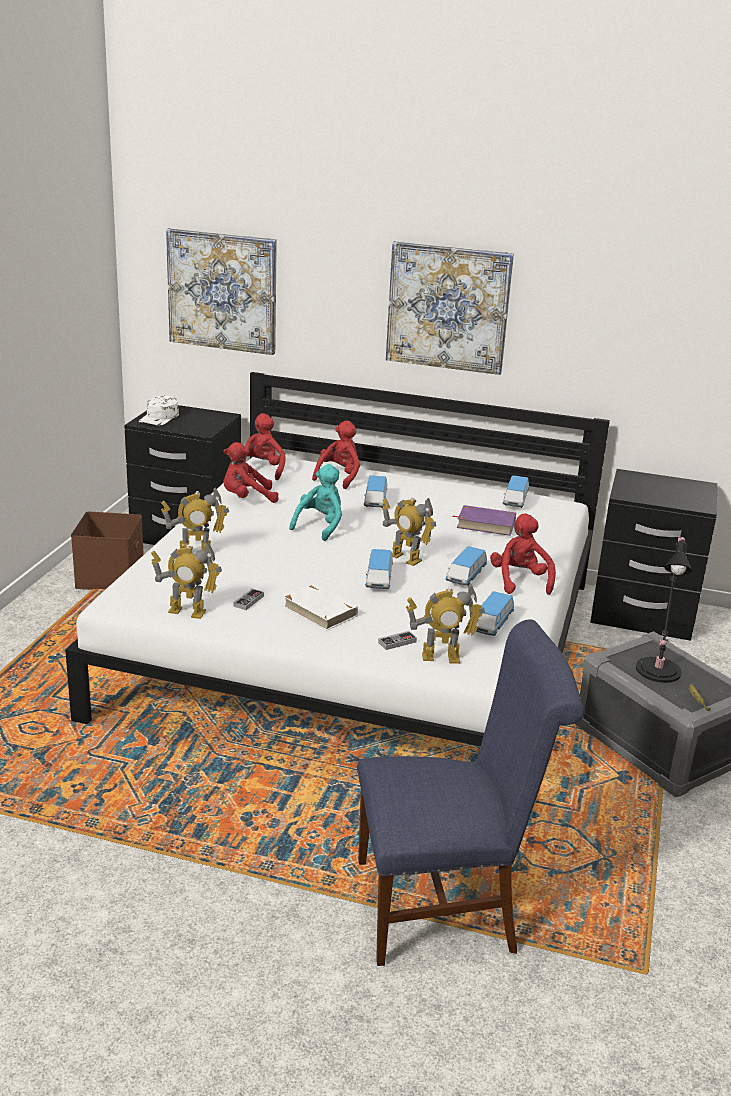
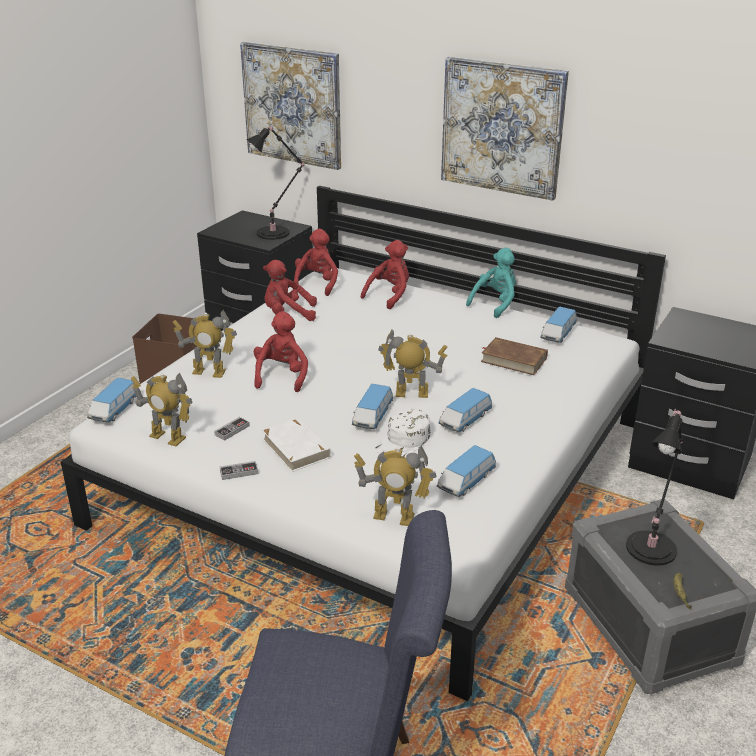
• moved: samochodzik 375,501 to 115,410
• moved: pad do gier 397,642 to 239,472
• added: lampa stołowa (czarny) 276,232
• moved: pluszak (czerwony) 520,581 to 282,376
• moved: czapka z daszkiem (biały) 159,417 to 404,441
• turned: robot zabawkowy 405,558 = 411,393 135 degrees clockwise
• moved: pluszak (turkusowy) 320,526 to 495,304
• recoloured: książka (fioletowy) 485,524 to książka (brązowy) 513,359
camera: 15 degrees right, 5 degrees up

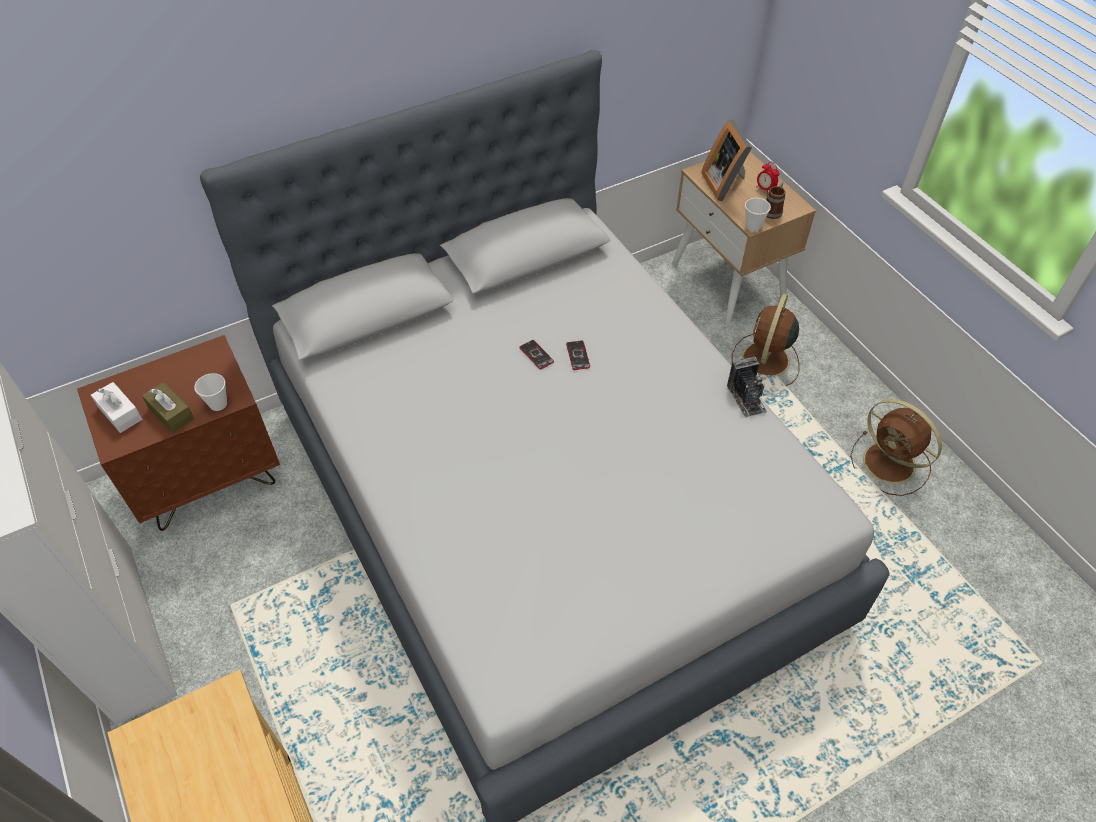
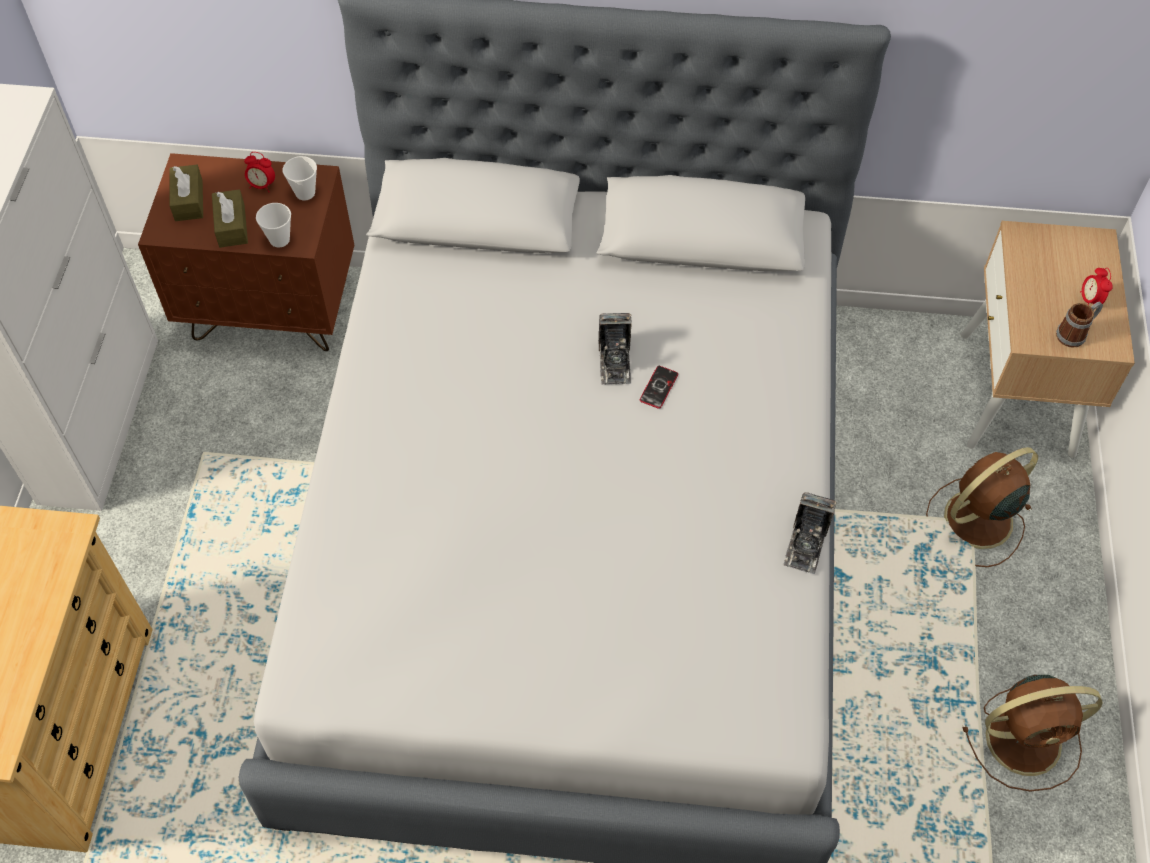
• recoloured: pudełko chusteczek (biały) 120,413 to pudełko chusteczek (brązowy) 188,200
• added: budzik 262,186
• moved: filiżanka 753,226 to 305,193
• replaced: telefon 536,355 to aparat fotograficzny 615,362
• turned: wentylator (brązowy) 891,464 = 1027,739 90 degrees counterclockwise
• removed: ramka na zdjęcie 725,183
camera: 35 degrees right, 5 degrees up

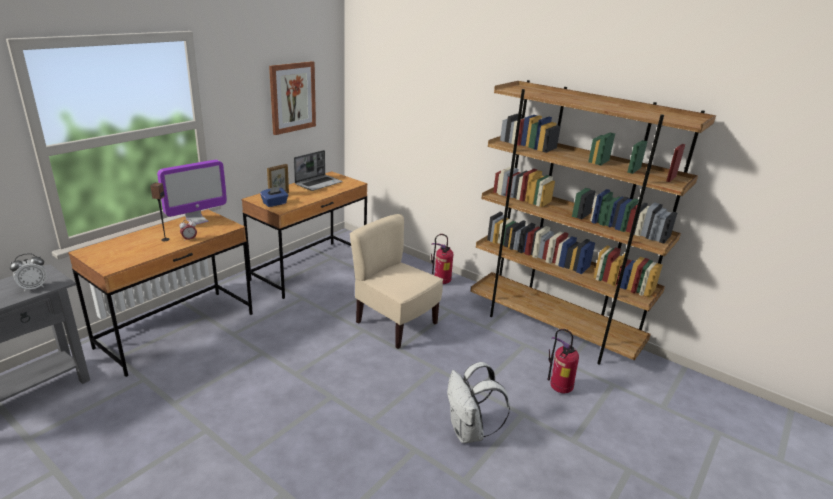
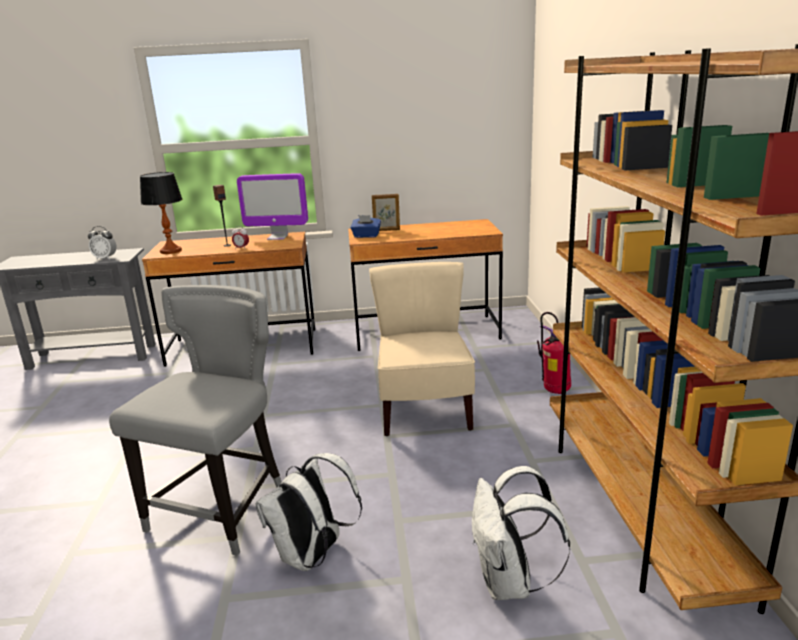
• added: krzesło (szary) 223,508
• added: lampa stołowa 170,251
• replaced: gaśnica 558,389 to plecak (biały) 509,583
• removed: obraz 292,97
• removed: laptop 318,183
camera: 50 degrees right, 5 degrees down

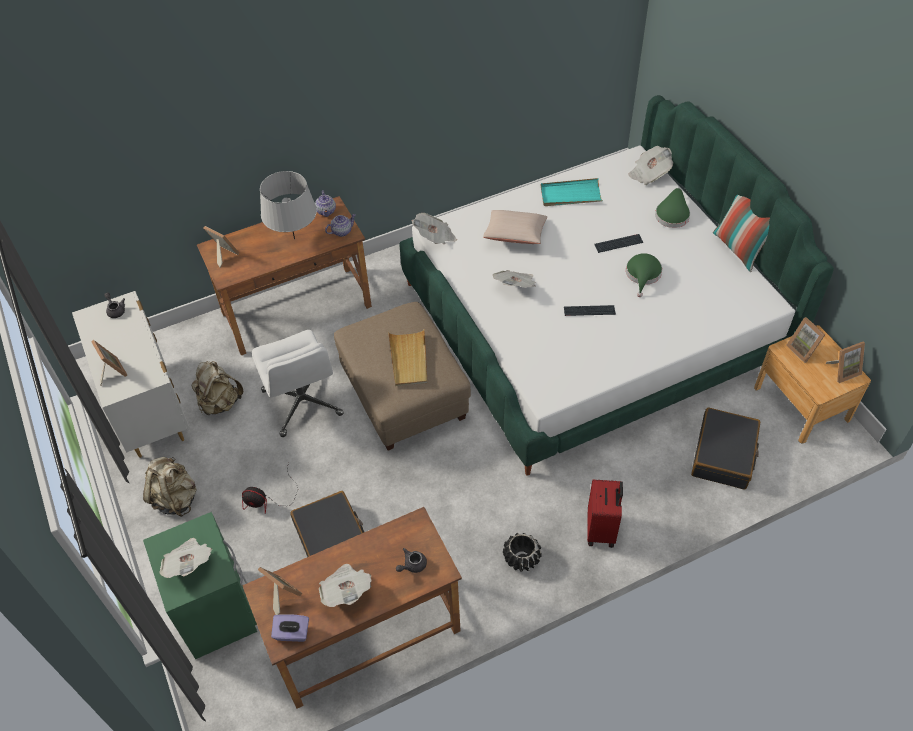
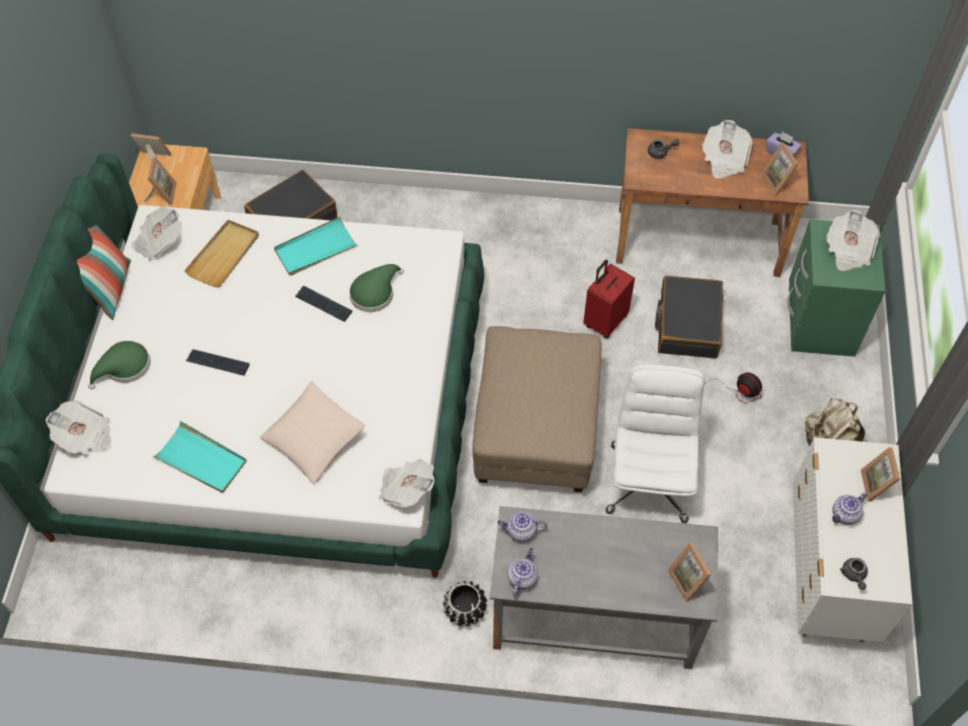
• moved: gazeta 516,286 to 158,242
• moved: taca (beżowy) 409,359 to 224,255
• added: taca (turkusowy) 315,249
• moved: kapelusz (zielony) 643,275 to 374,292
• moved: donica (czarny) 521,558 to 465,609
• recoloured: biurko (brązowy) 296,309 to biurko (szary) 594,618
• moved: walizka (czerwony) 602,530 to 604,321
• added: imbryk 844,515
• removed: plecak (beżowy) 220,403
• removed: lampa stołowa (szary) 294,238
camera: 150 degrees left, 5 degrees up

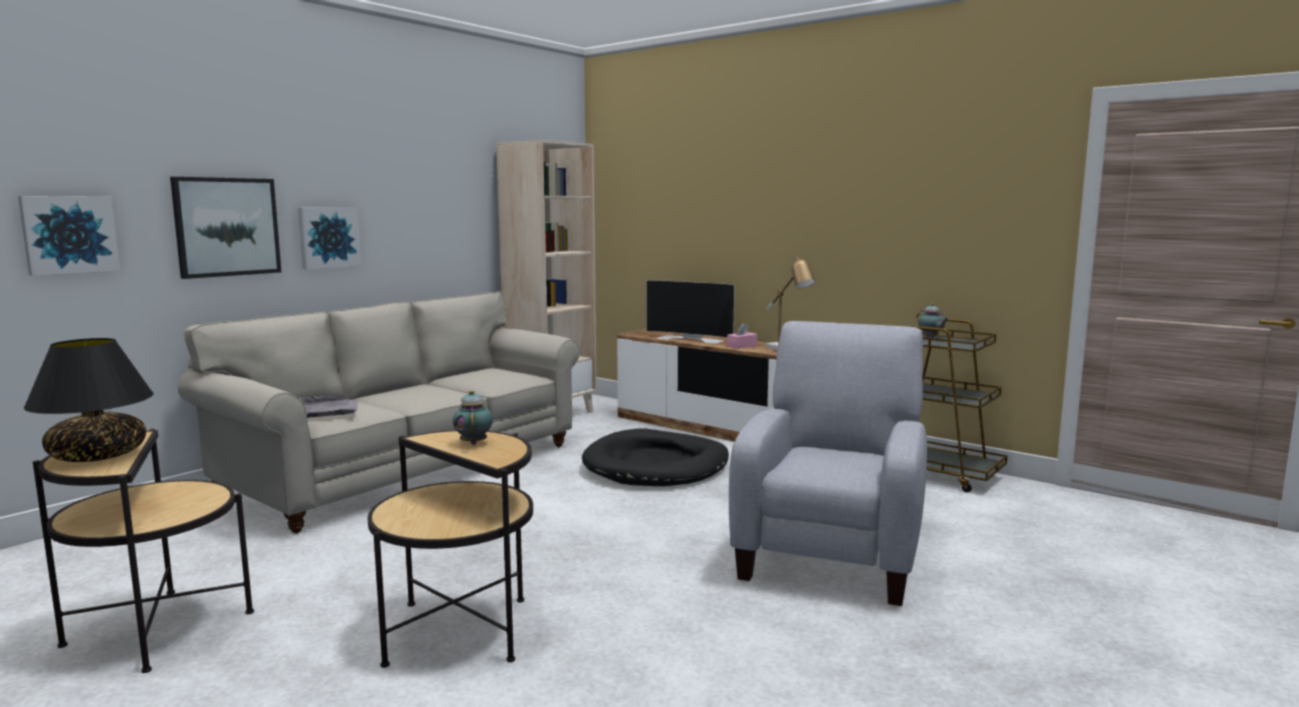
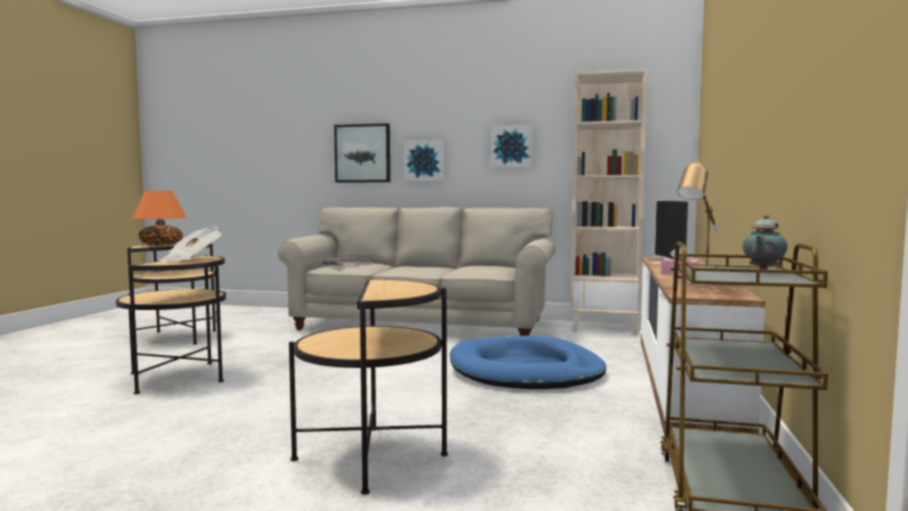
• recoloured: lampa stołowa (czarny) 97,456 to lampa stołowa (pomarańczowy) 161,245
• replaced: imbryk 474,443 to gazeta 191,260
• replaced: fotel (szary) 832,551 to stolik 369,457
• recoloured: legowisko (czarny) 656,465 to legowisko (niebieski) 526,371
• moved: obraz 69,234 to 512,146
camera: 65 degrees right, 5 degrees down

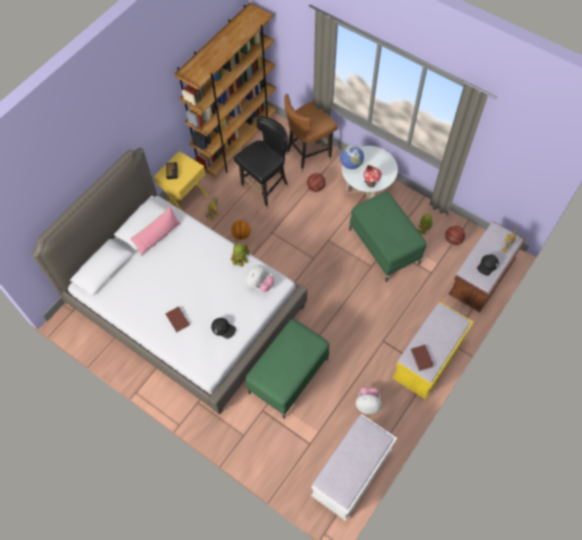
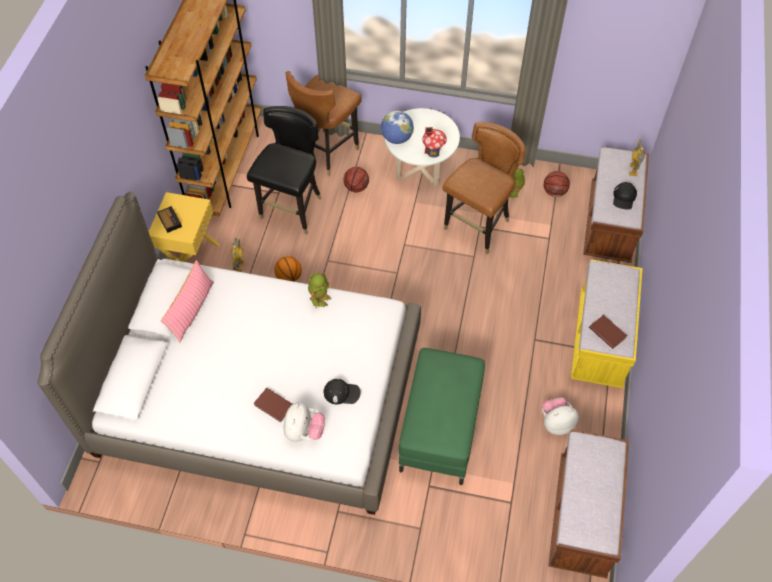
• moved: pluszak 260,284 to 304,431
• replaced: pufa (zielony) 384,246 to krzesło (brązowy) 477,227
• recoloured: ławka (biały) 351,473 to ławka (brązowy) 582,517
camera: 25 degrees left, 5 degrees down

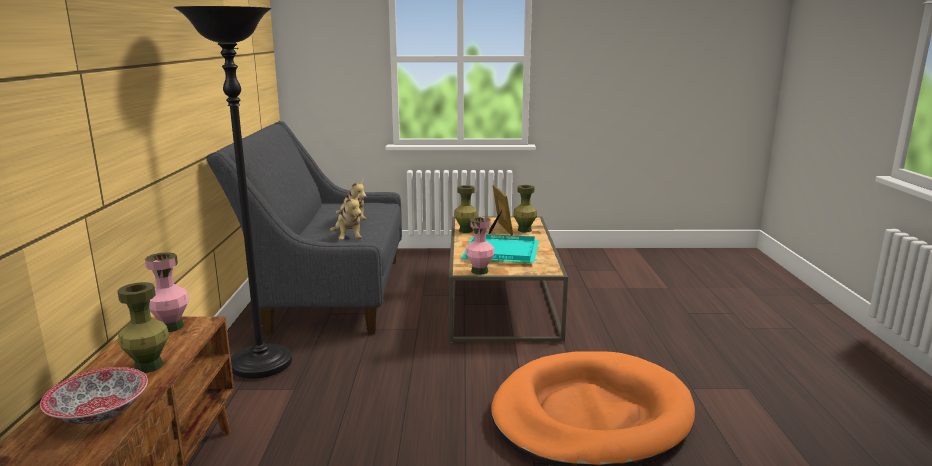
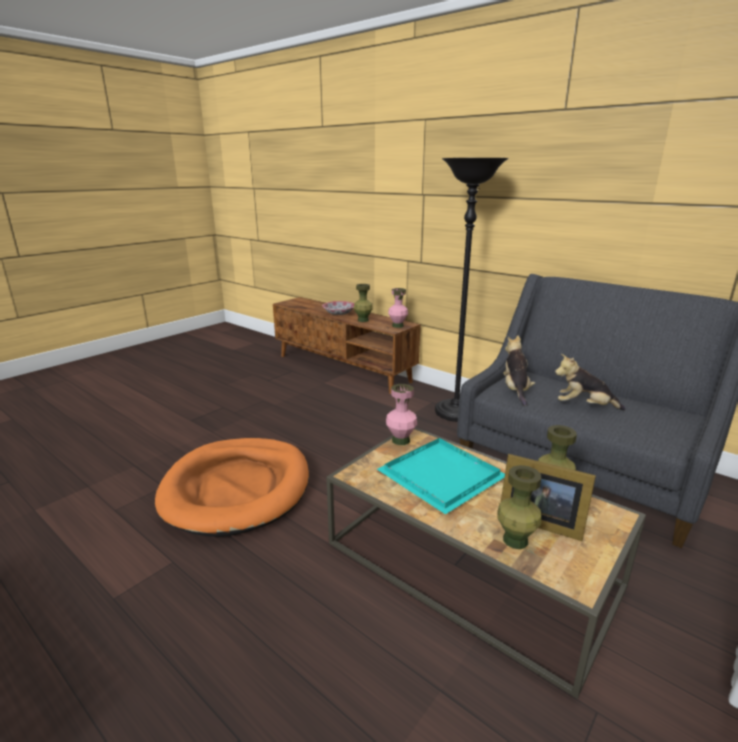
• turned: pluszak 348,239 = 515,390 75 degrees clockwise
camera: 130 degrees right, 5 degrees up

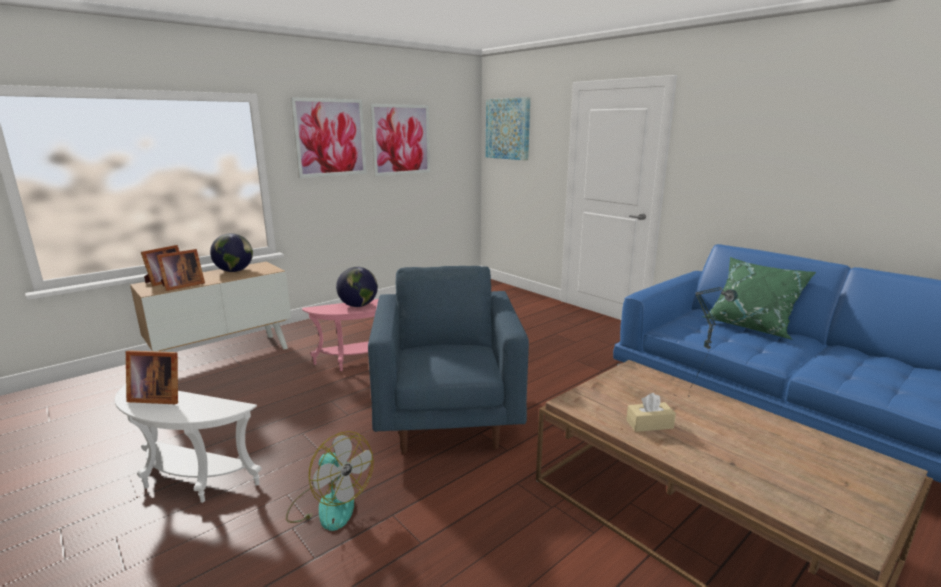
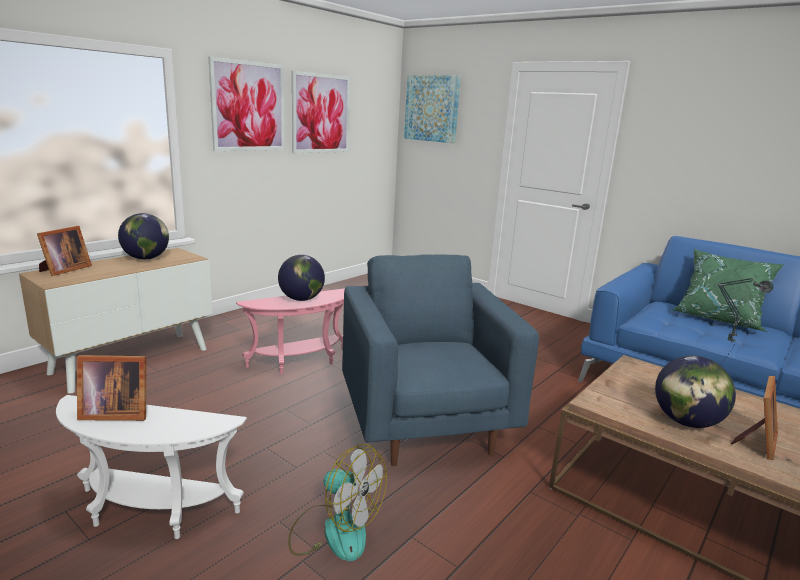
• replaced: pudełko chusteczek (beżowy) 649,424 to globus 686,422
• moved: ramka na zdjęcie 181,286 to 756,442
camera: 10 degrees left, 0 degrees up

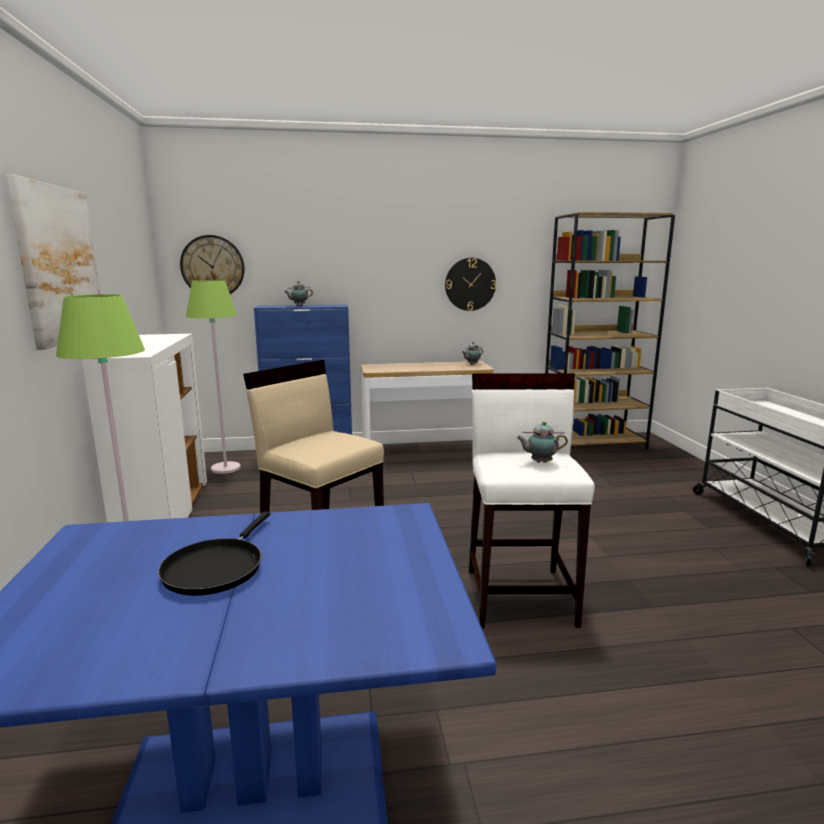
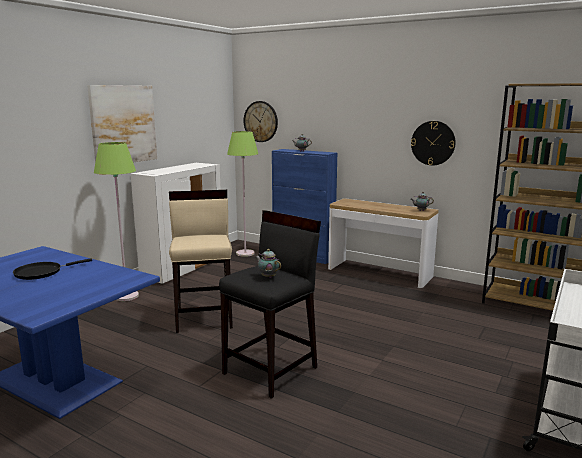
• recoloured: stołek (biały) 520,596 to stołek (czarny) 271,370
camera: 40 degrees right, 0 degrees up

